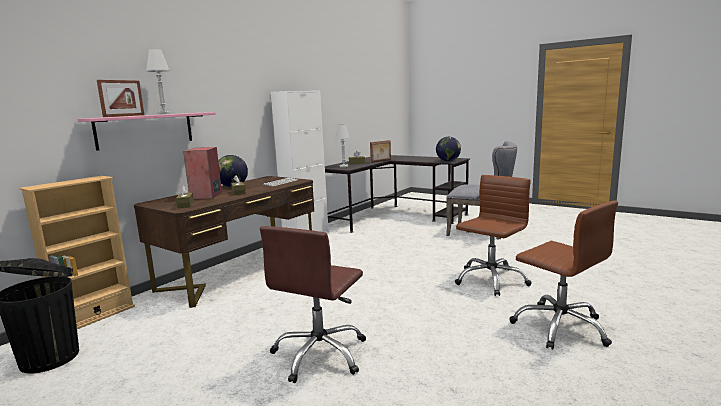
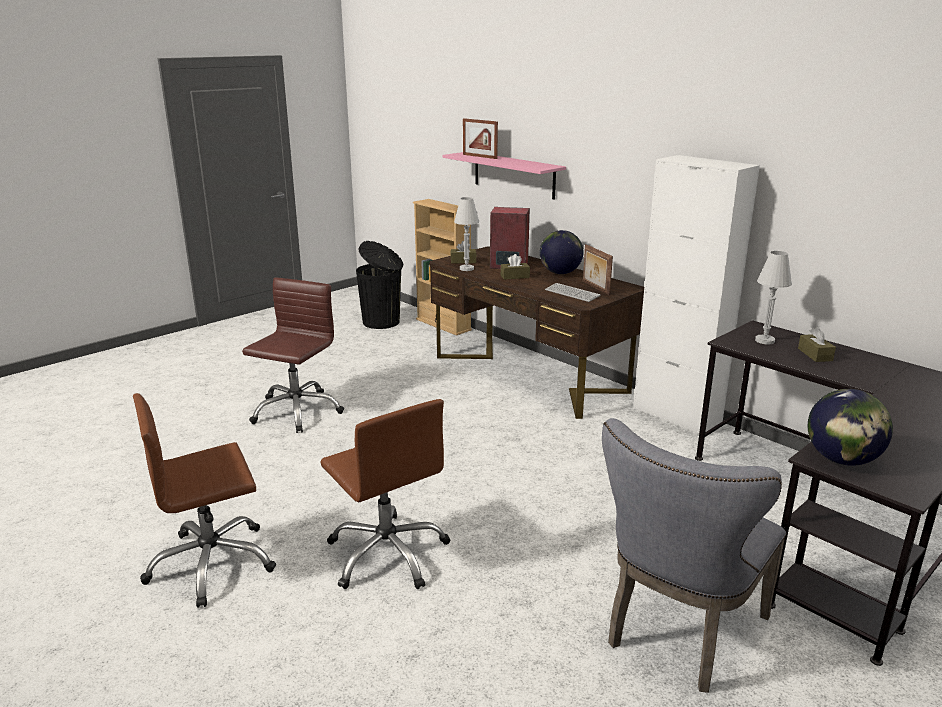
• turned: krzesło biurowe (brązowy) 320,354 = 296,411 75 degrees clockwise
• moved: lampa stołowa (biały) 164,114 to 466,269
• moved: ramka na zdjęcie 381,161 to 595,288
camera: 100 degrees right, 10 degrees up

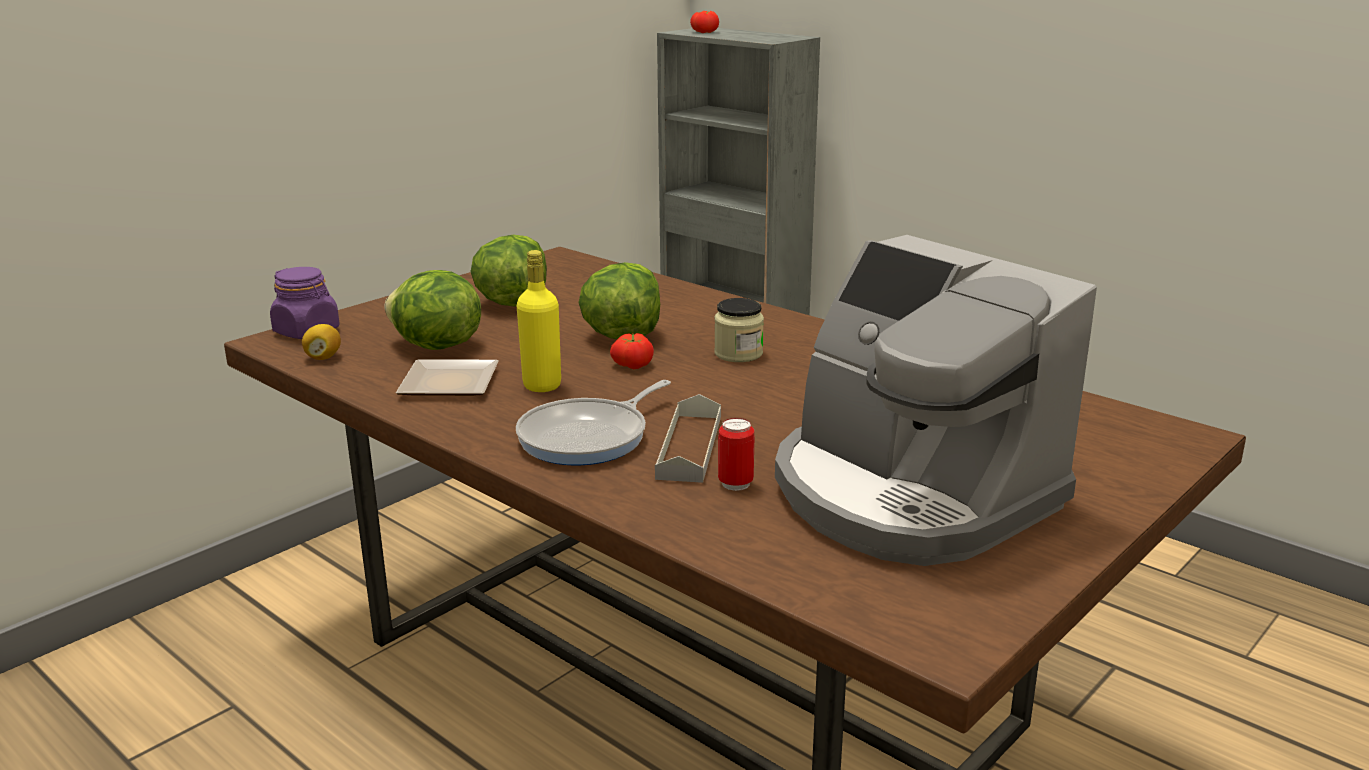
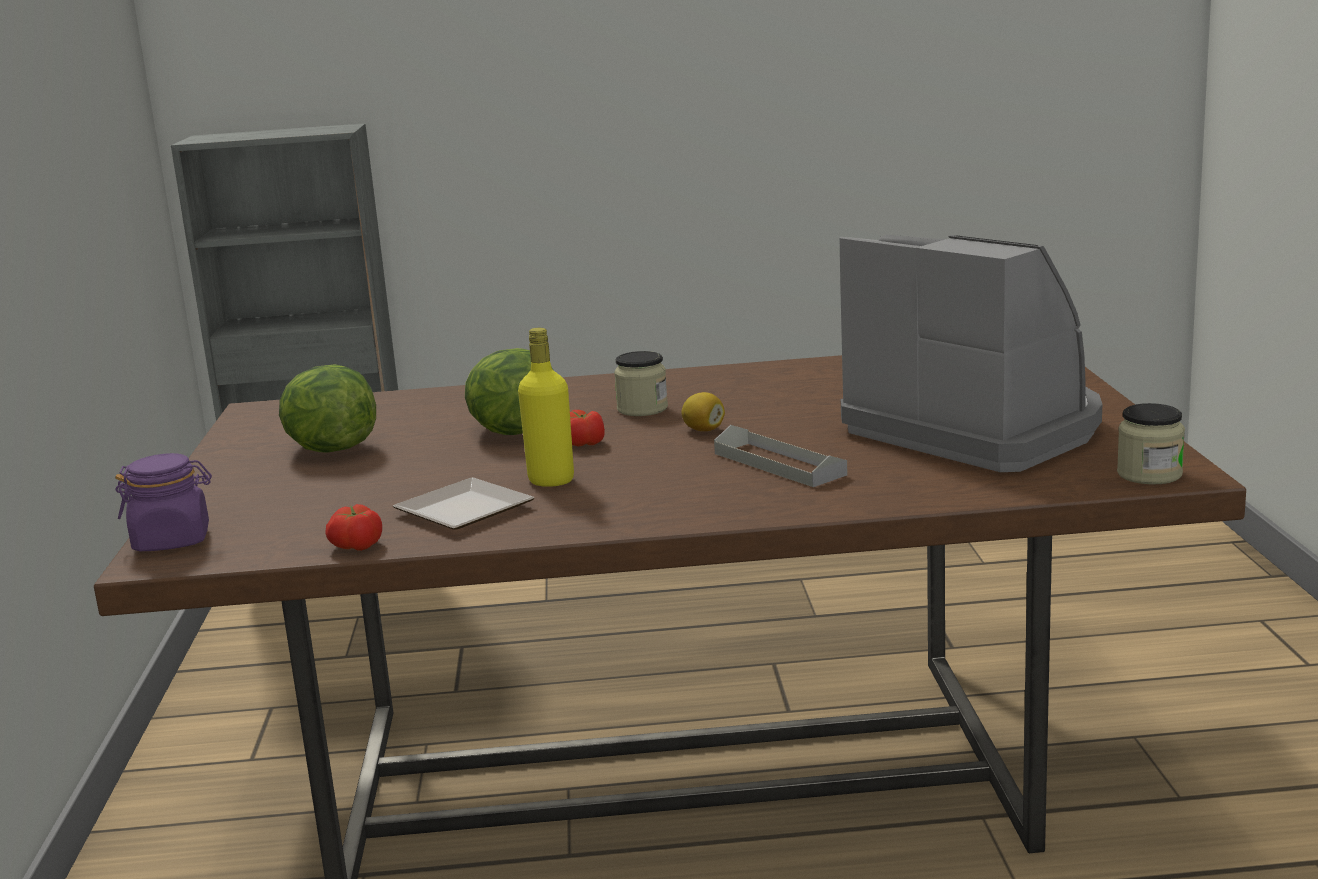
• moved: pomidor 704,32 to 356,546
• moved: cytryna 323,357 to 703,430
• turned: ekspres do kawy 909,495 = 977,429 135 degrees counterclockwise
• added: słoik 1149,474
• removed: sałata 435,347
• removed: patelnia 589,437
• removed: puszka 735,484
camera: 45 degrees left, 5 degrees down

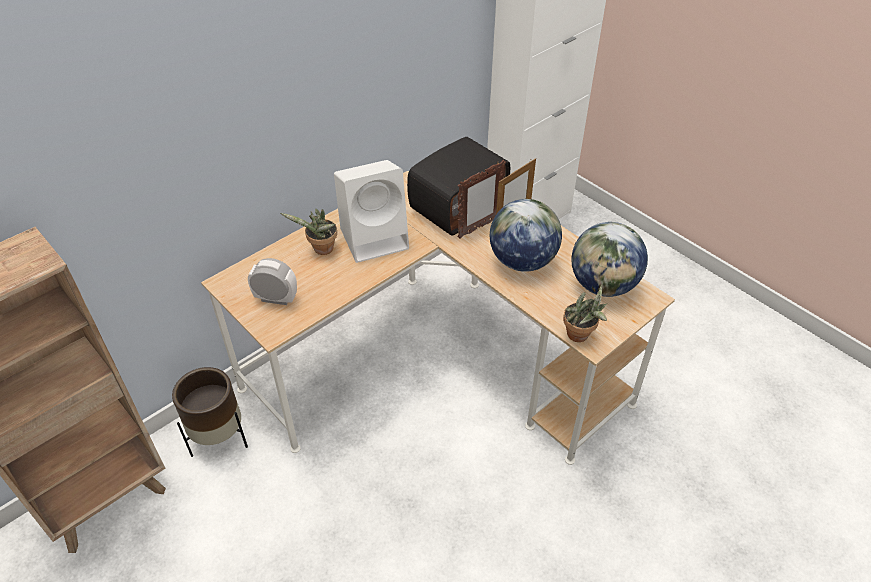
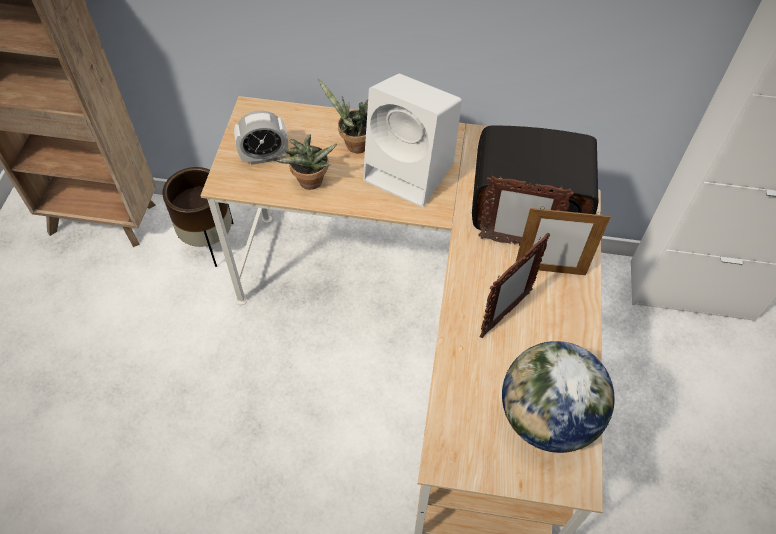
• turned: budzik 276,298 = 264,157 105 degrees clockwise
• moved: roślina doniczkowa 580,336 to 310,184
• replaced: globus 522,261 to ramka na zdjęcie 504,314
camera: 50 degrees right, 10 degrees up

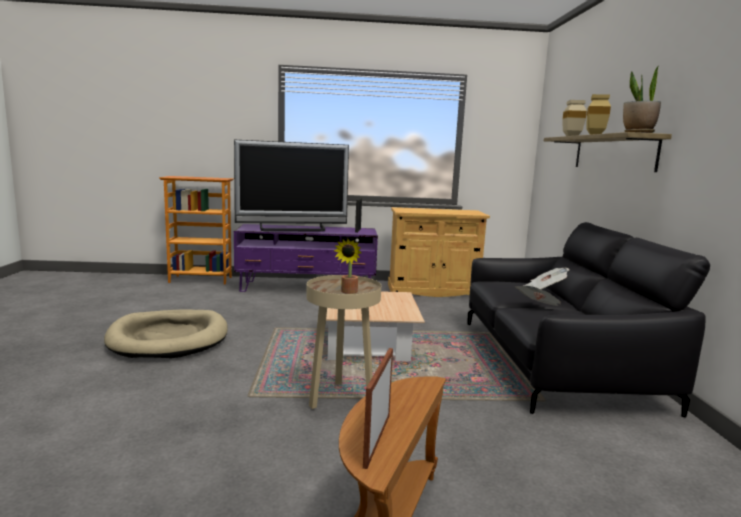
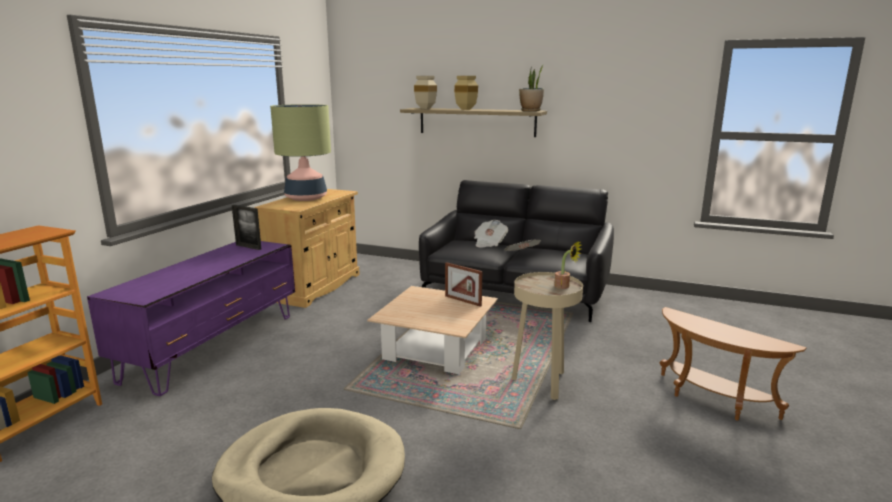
• added: lampa stołowa 306,198
• moved: ramka na zdjęcie 377,440 to 463,301
• removed: telewizor 292,229
camera: 65 degrees left, 5 degrees up

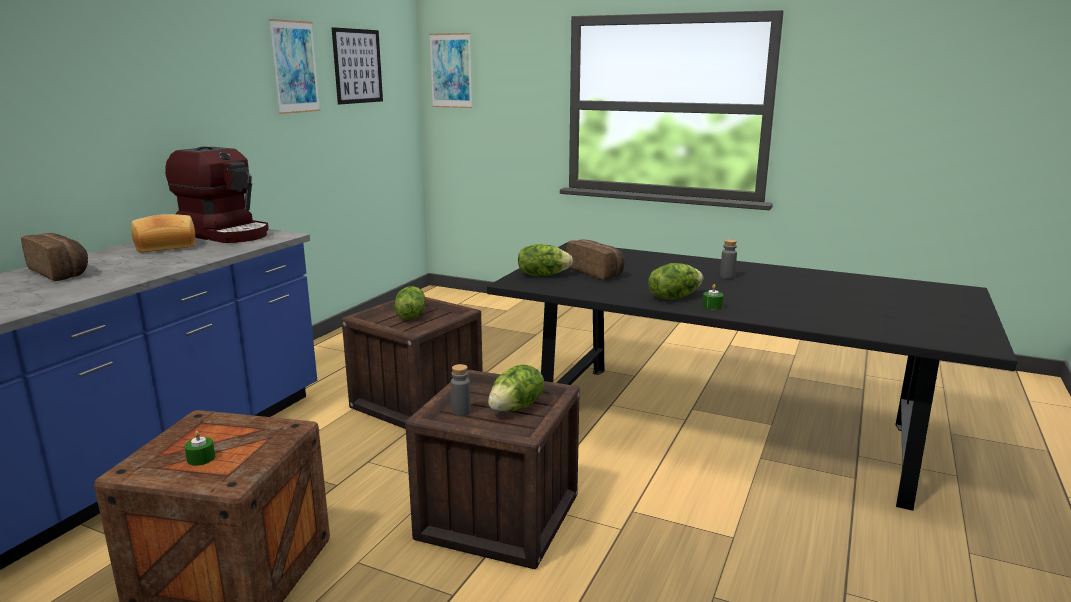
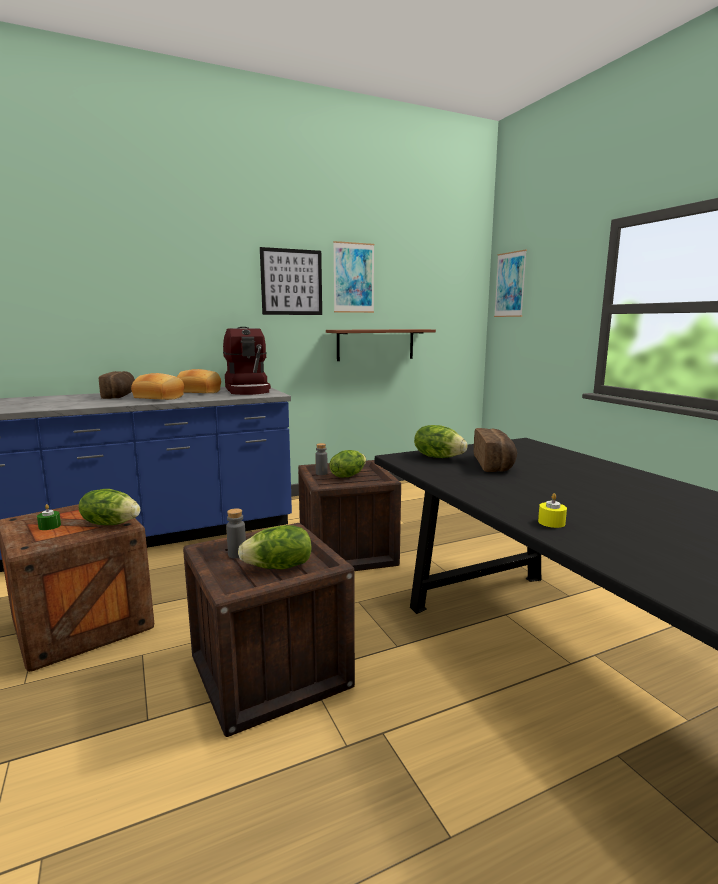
• moved: sałata 673,297 to 111,523
• added: chleb 160,397
• moved: obraz 357,66 to 291,282
• moved: butelka (szary) 727,277 to 321,473
• added: półka (brązowy) 375,344
• recoloured: świeca (zielony) 712,306 to świeca (żółty) 551,522
camera: 40 degrees right, 5 degrees down

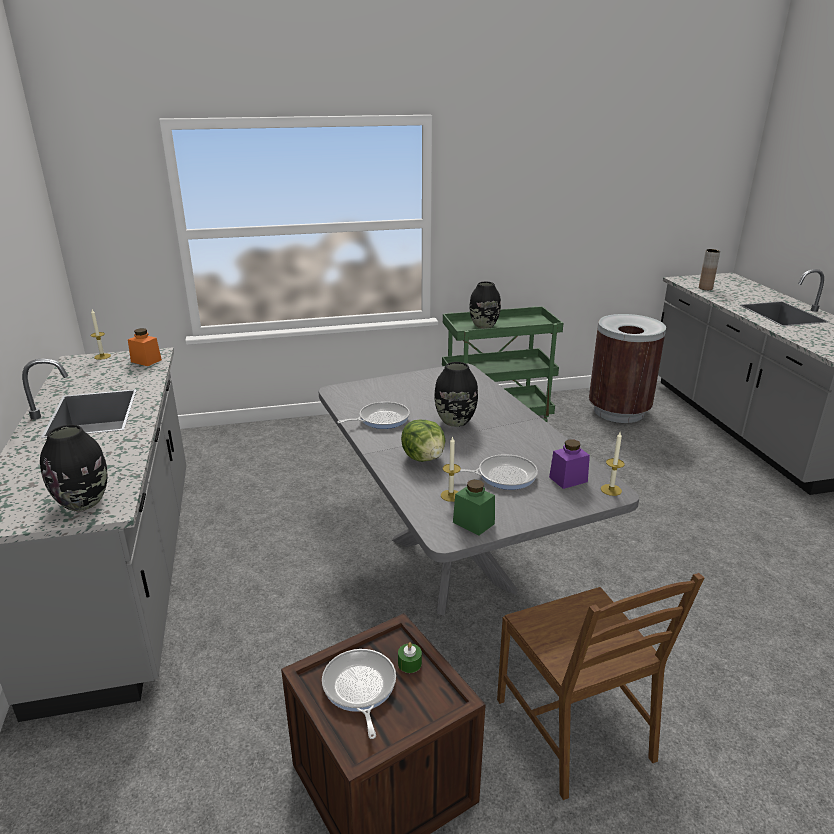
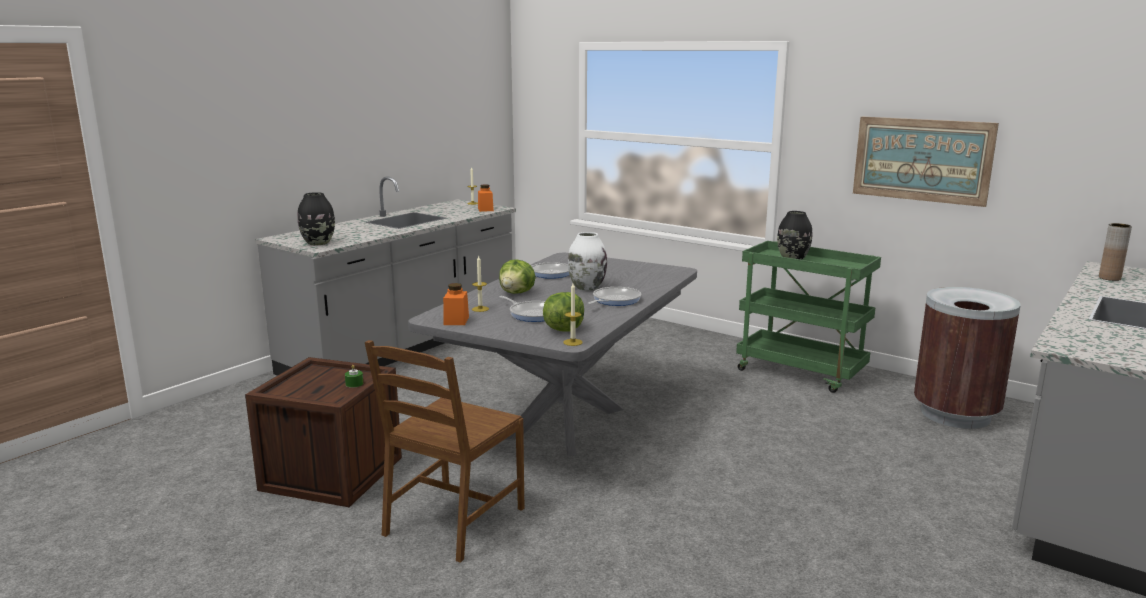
• recoloured: słoik (zielony) 473,523 to słoik (pomarańczowy) 456,320
• replaced: słoik (fioletowy) 568,479 to sałata 563,329
• recoloured: wazon (czarny) 454,421 to wazon (biały) 587,287
• moved: patelnia 359,688 to 614,300
• added: obraz 921,160
camera: 50 degrees right, 10 degrees down

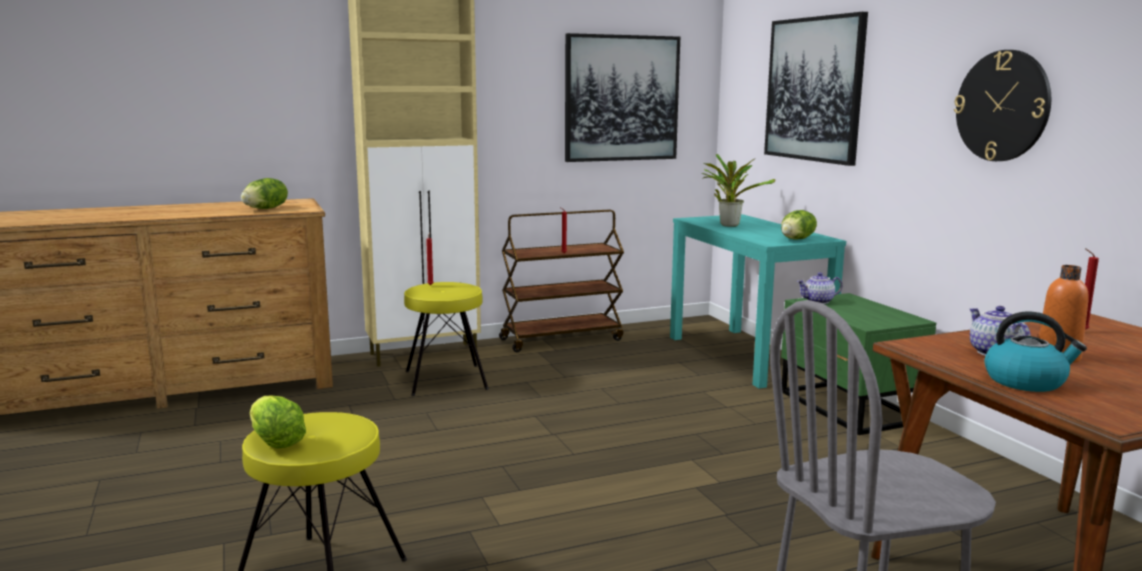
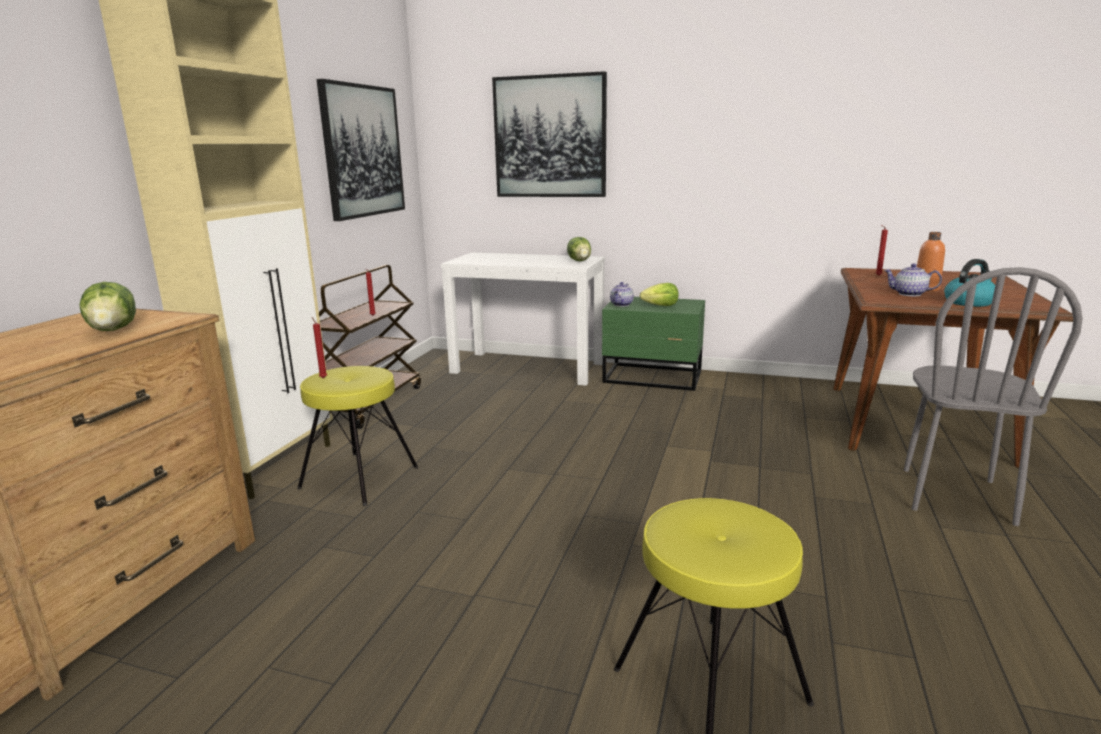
• recoloured: stolik konsolowy (turkusowy) 746,356 to stolik konsolowy (biały) 528,368
• moved: sałata 276,442 to 661,306
• removed: roślina doniczkowa 728,225
• removed: zegar ścienny 1002,106
camera: 50 degrees left, 5 degrees up

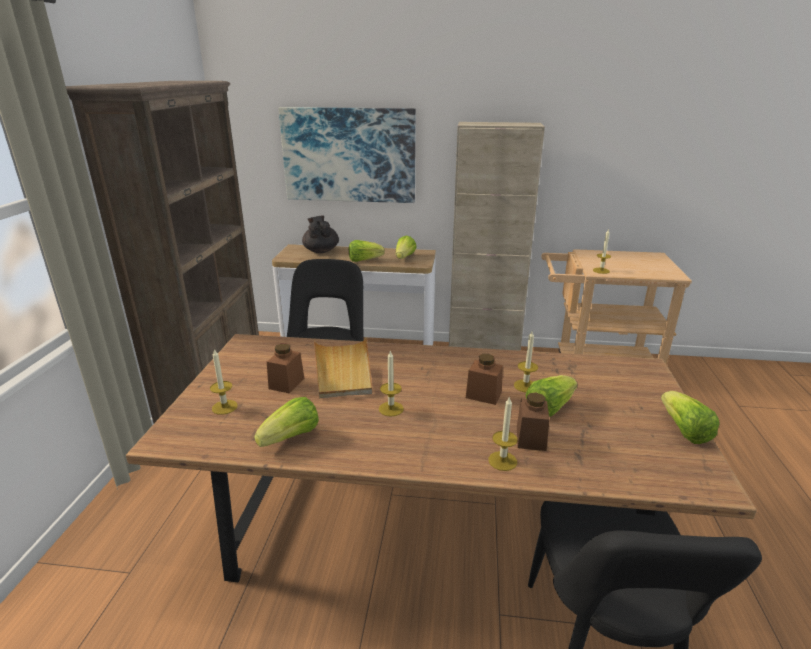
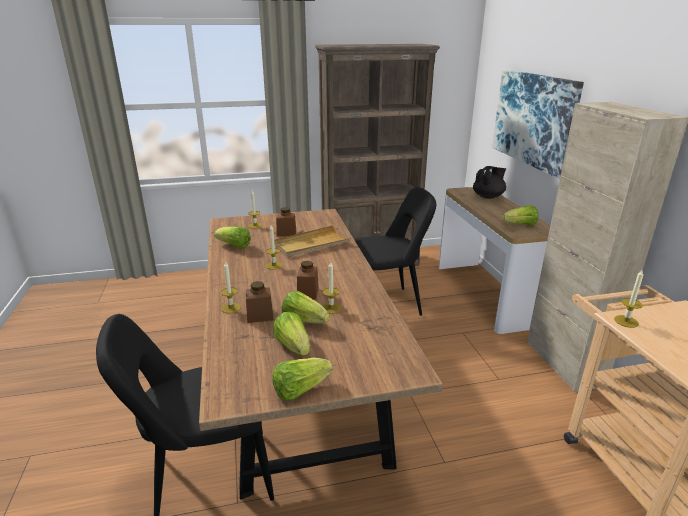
• moved: sałata 364,260 to 293,346
camera: 70 degrees right, 0 degrees up

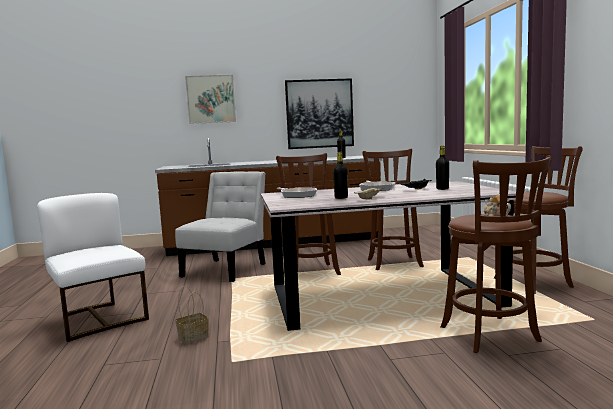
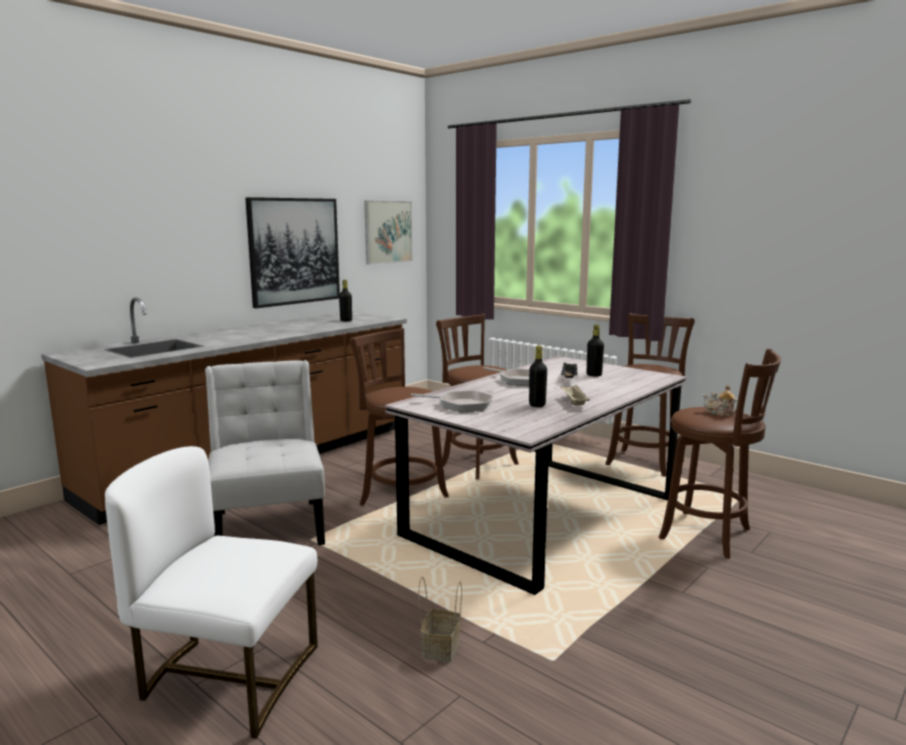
• moved: obraz 211,99 to 388,232
camera: 40 degrees left, 5 degrees up

